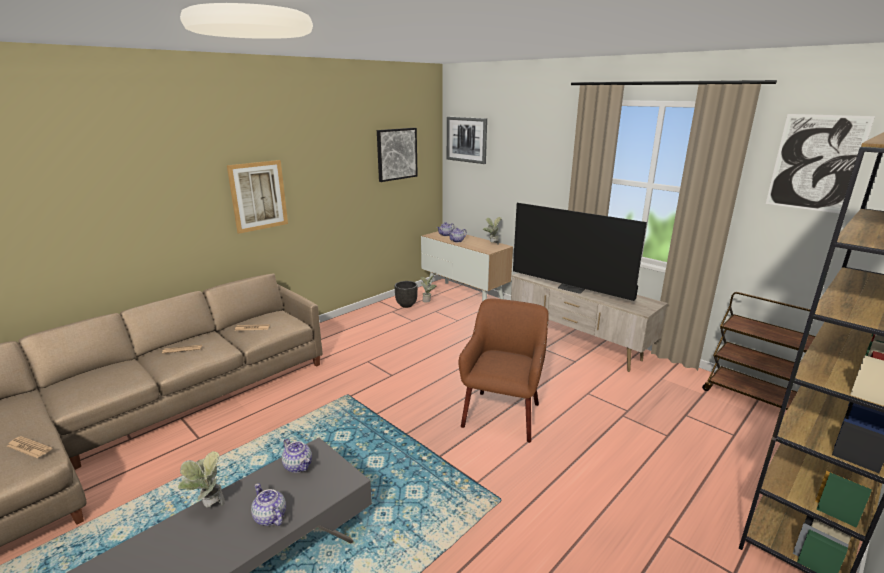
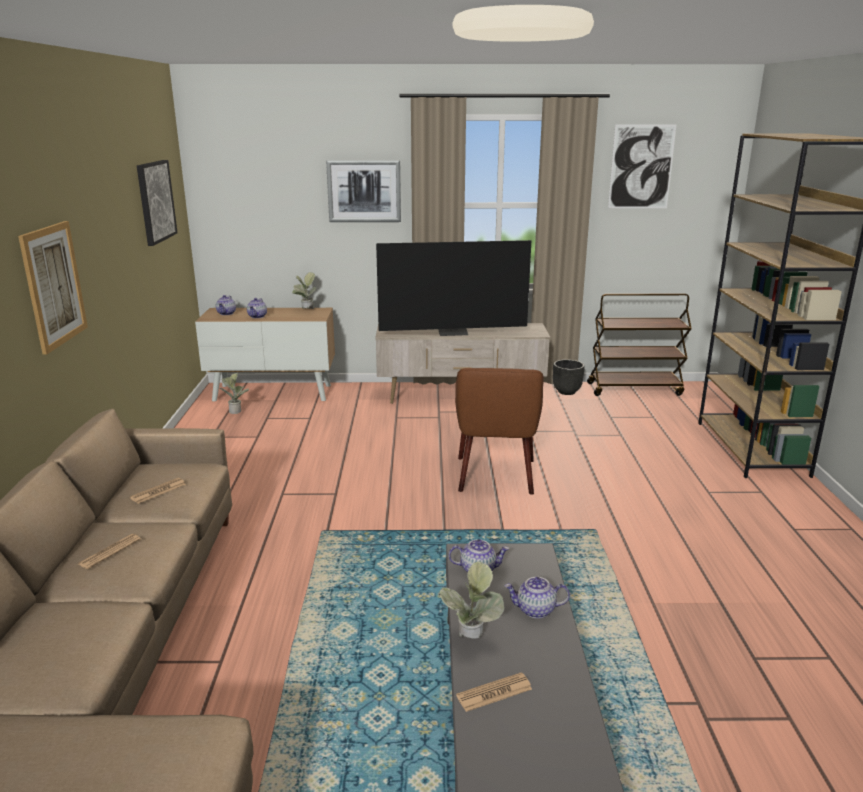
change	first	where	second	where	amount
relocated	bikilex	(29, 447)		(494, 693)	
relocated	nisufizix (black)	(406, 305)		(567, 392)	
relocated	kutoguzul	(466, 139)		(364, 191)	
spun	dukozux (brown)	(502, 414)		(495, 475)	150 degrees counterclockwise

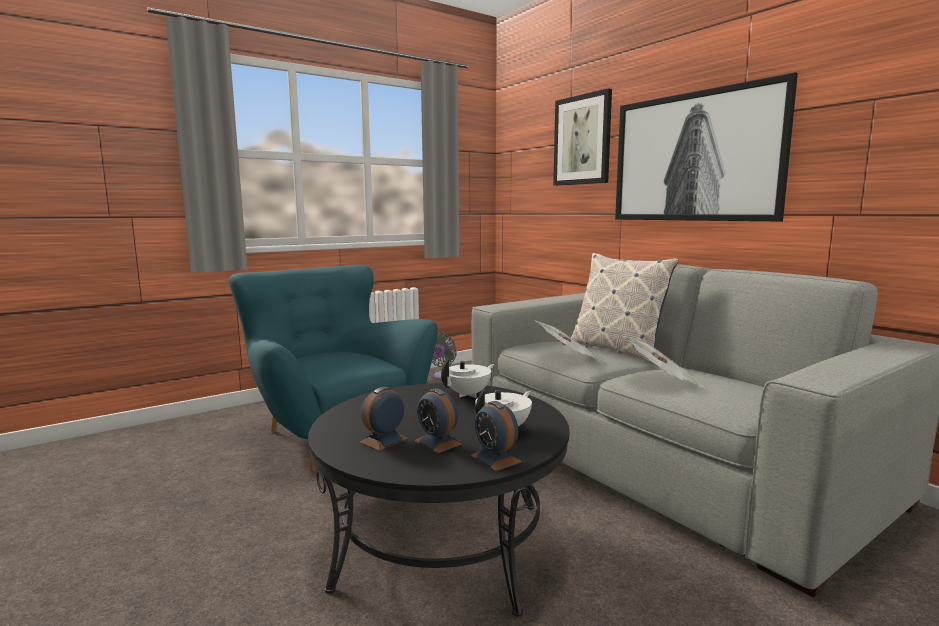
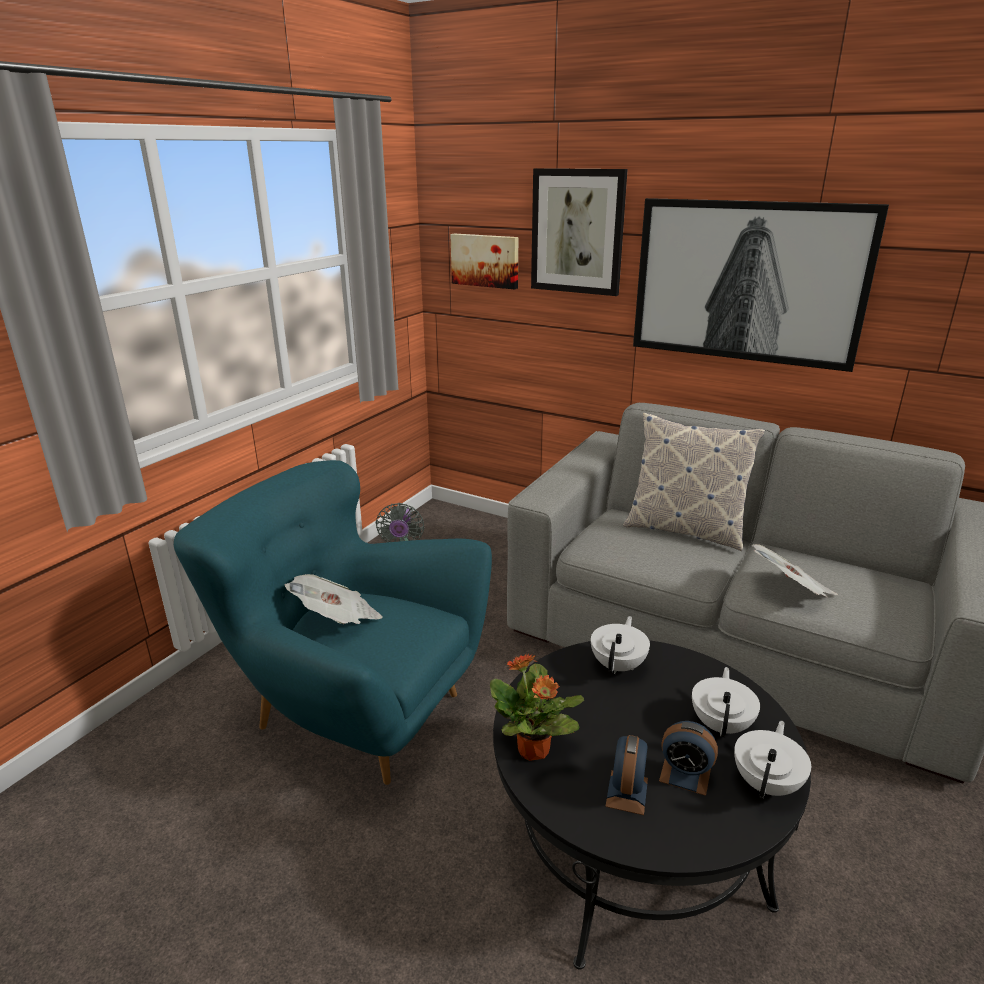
change	first	where	second	where	amount
exchanged	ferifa	(496, 458)	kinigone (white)	(767, 783)	
relocated	bikilex	(567, 358)		(337, 619)	
appeared			kutoguzul	(485, 260)	
appeared			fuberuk	(534, 750)	

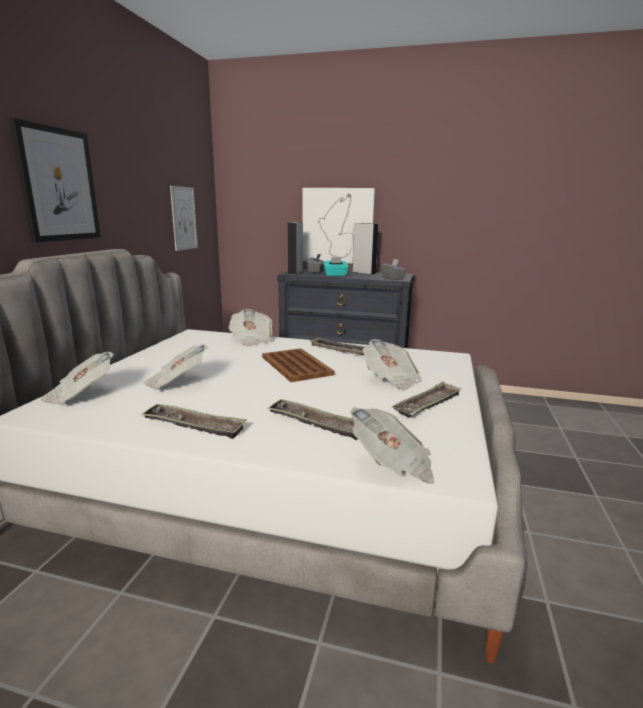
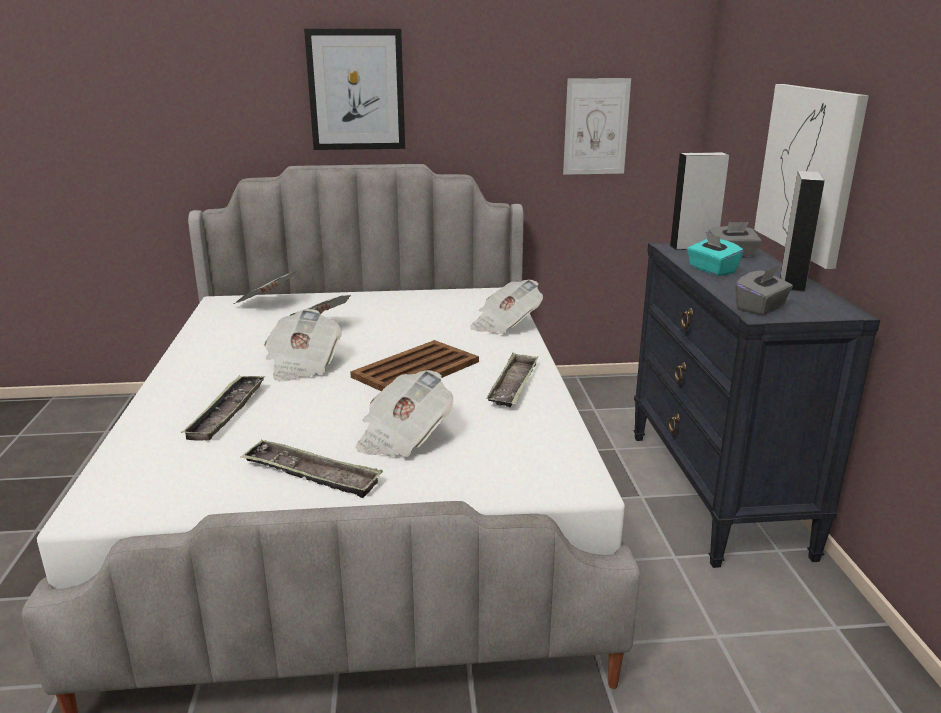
change	first	where	second	where	amount
missing	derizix	(193, 425)			
relocated	bikilex	(392, 465)		(302, 365)	

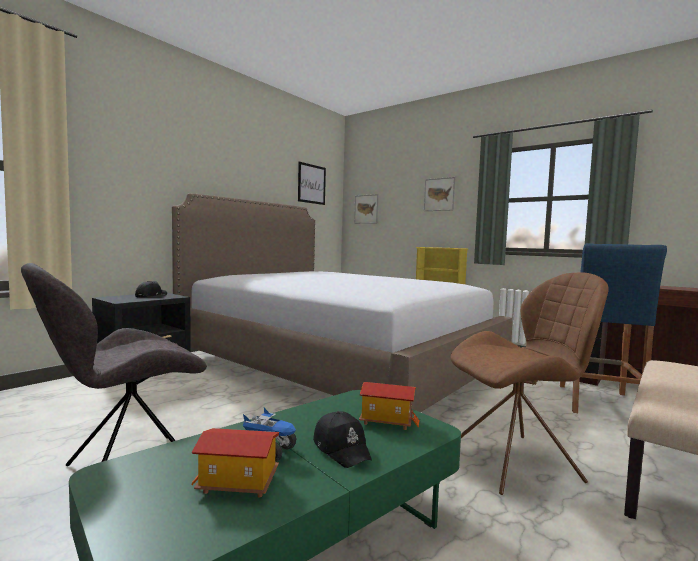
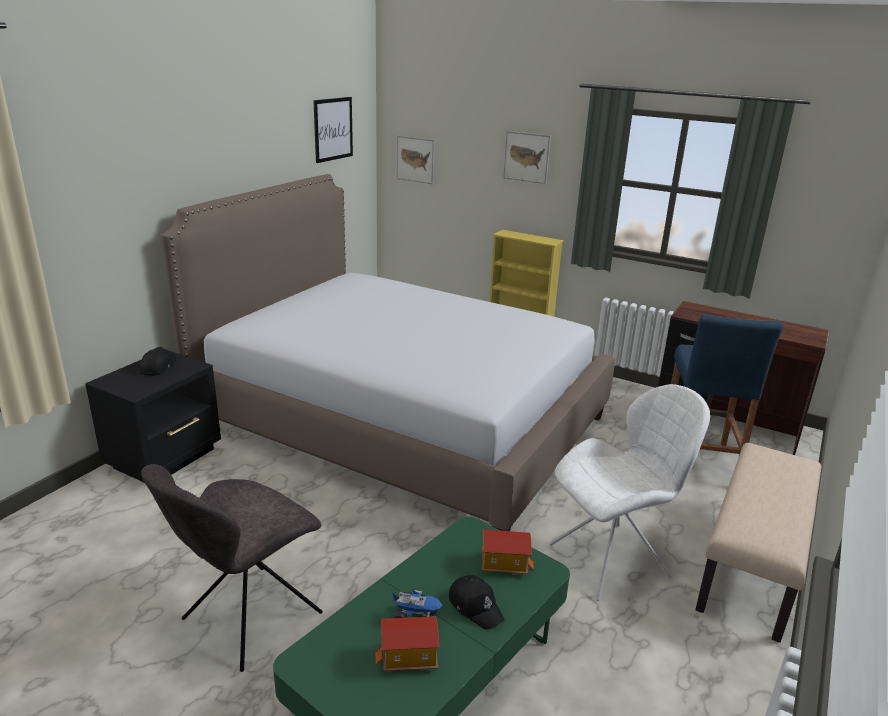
change	first	where	second	where	amount
colour	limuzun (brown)	(518, 462)	limuzun (white)	(612, 560)	

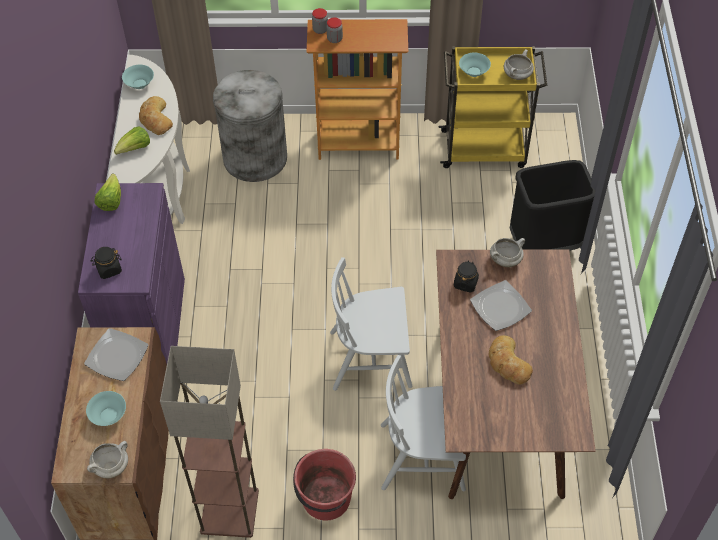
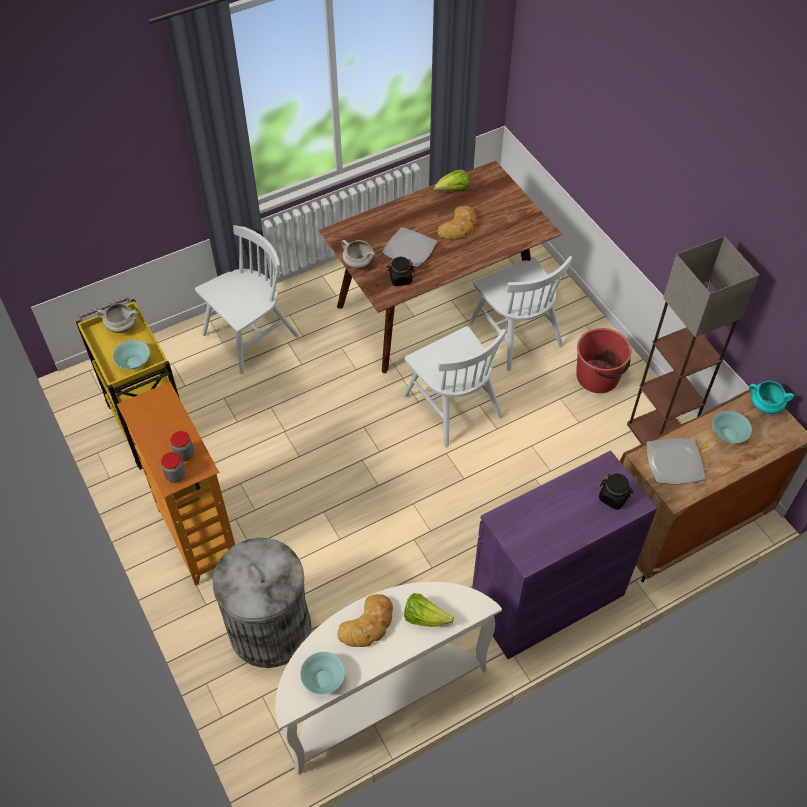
change	first	where	second	where	amount
colour	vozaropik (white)	(111, 466)	vozaropik (turquoise)	(764, 406)	
relocated	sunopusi	(111, 201)		(453, 190)	
exchanged	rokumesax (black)	(543, 244)	limuzun (white)	(250, 336)	

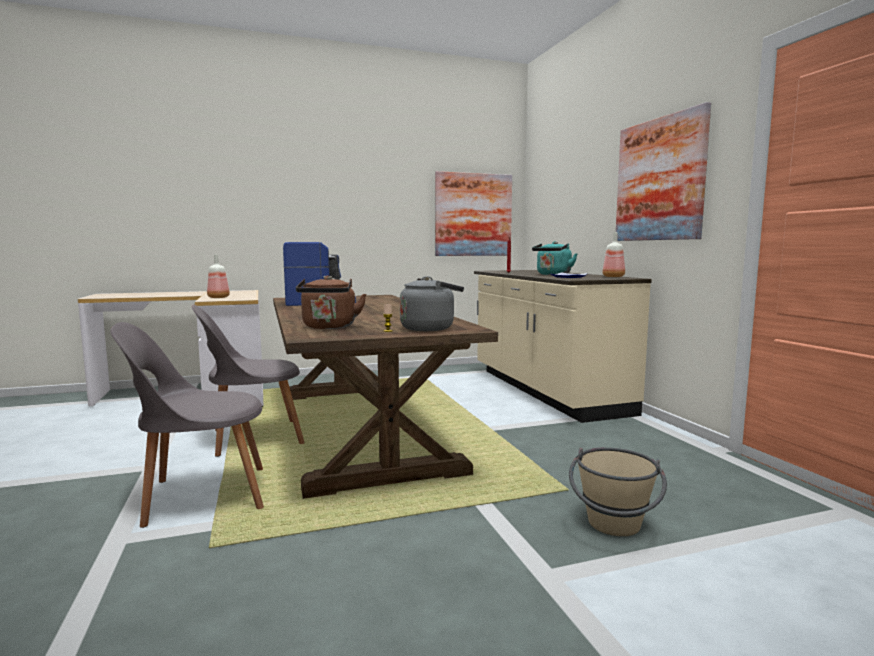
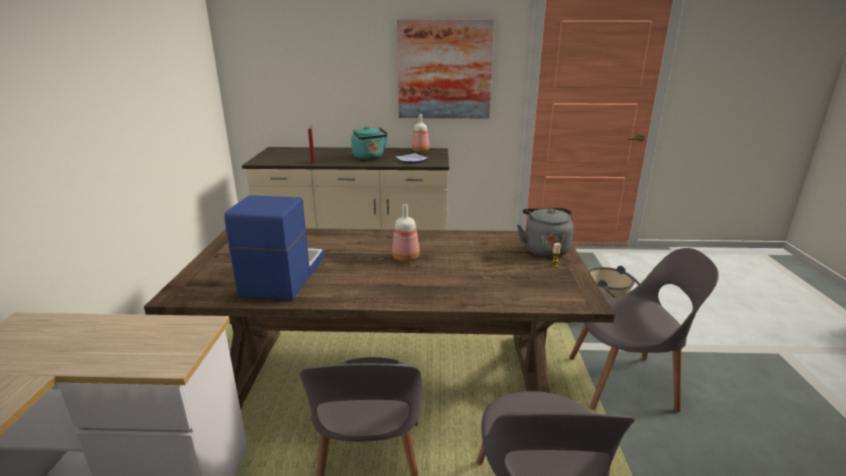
change	first	where	second	where	amount
relocated	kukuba	(219, 297)		(406, 257)	
missing	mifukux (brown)	(329, 327)			
missing	kutoguzul	(473, 215)			
appeared			limuzun (grey)	(626, 383)	

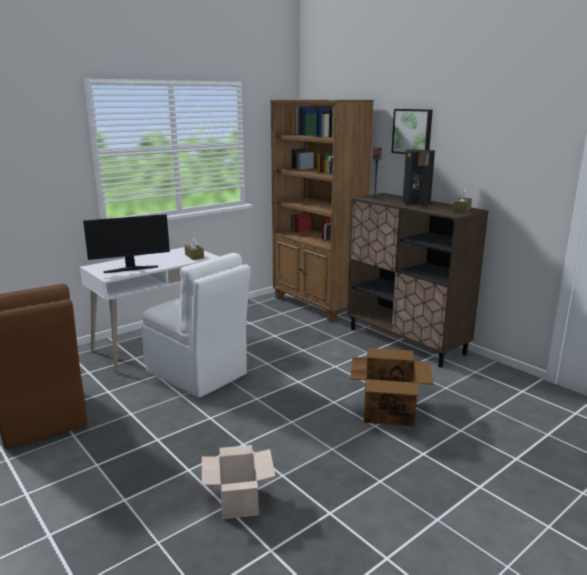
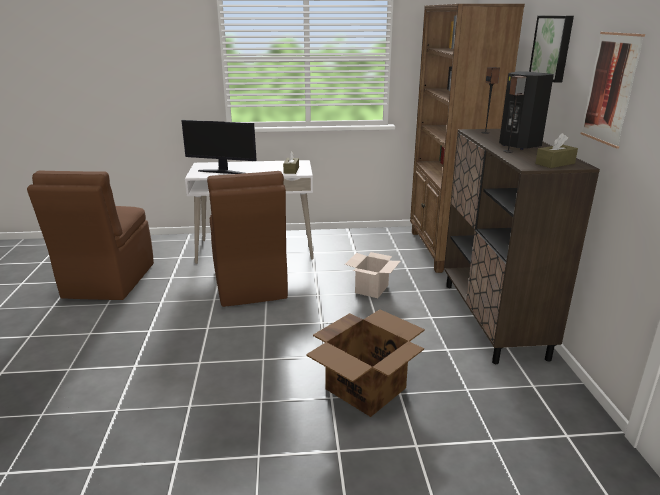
change	first	where	second	where	amount
colour	limuzun (white)	(198, 374)	limuzun (brown)	(249, 285)	
relocated	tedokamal	(238, 501)		(371, 288)	
appeared			kutoguzul	(610, 89)	

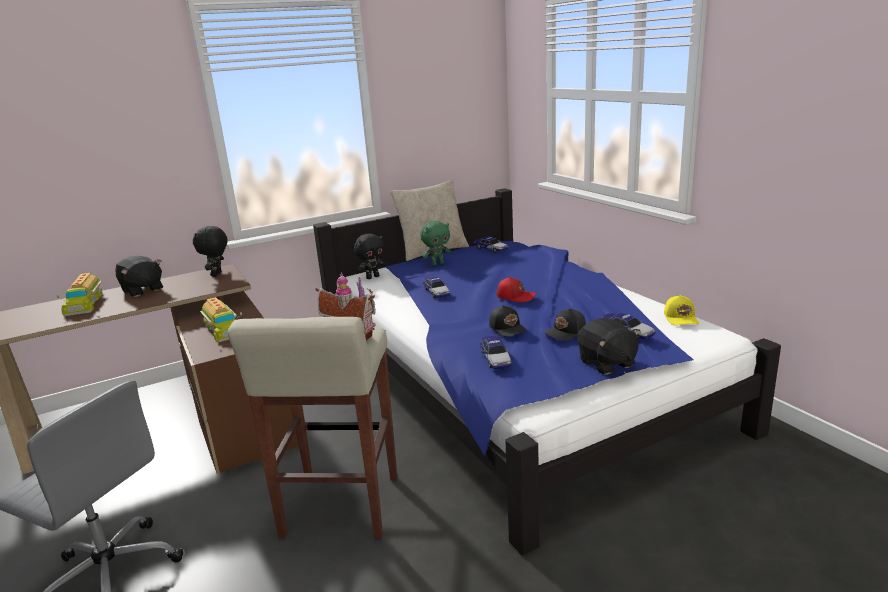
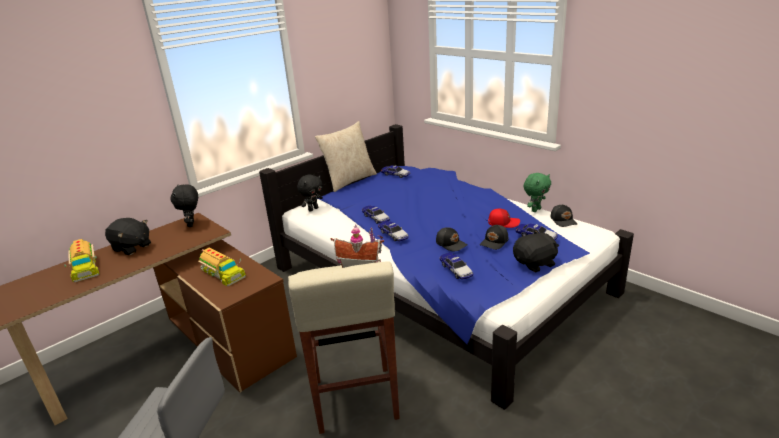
change	first	where	second	where	amount
relocated	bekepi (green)	(437, 264)		(535, 210)	
relocated	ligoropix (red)	(516, 296)		(503, 223)	
spun	bekepi (black)	(606, 363)		(535, 263)	75 degrees counterclockwise
colour	ligoropix (yellow)	(681, 318)	ligoropix (black)	(563, 220)	
appeared			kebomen	(393, 234)	

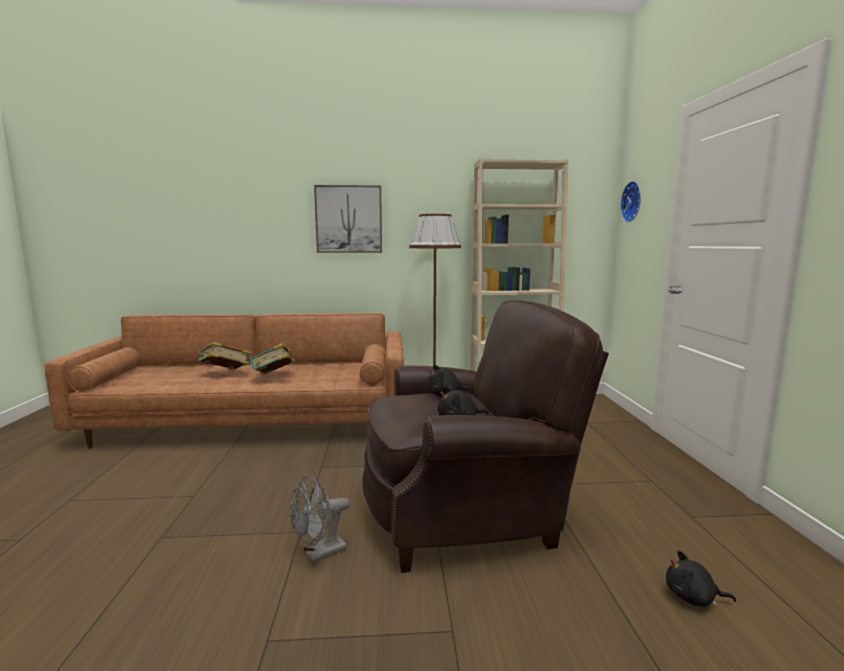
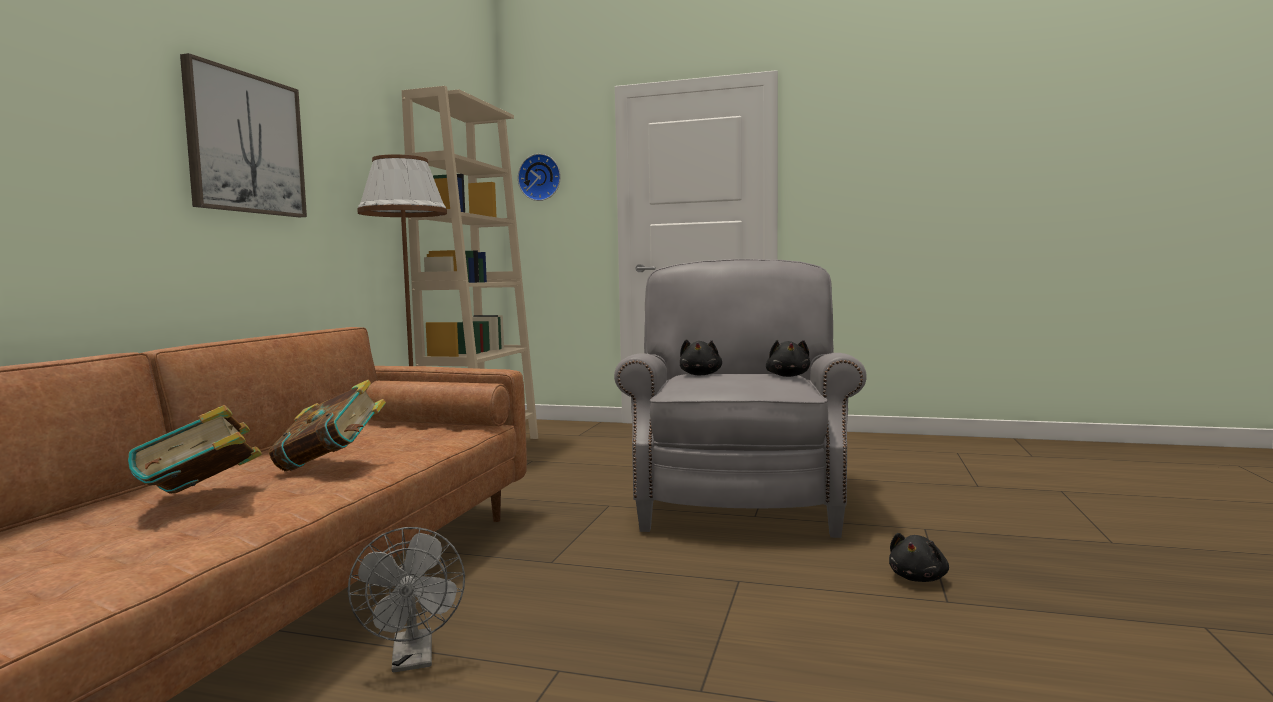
change	first	where	second	where	amount
relocated	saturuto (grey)	(319, 554)		(413, 660)	
colour	dukozux (brown)	(468, 511)	dukozux (grey)	(738, 501)	
relocated	bekepi (black)	(693, 598)		(918, 578)	

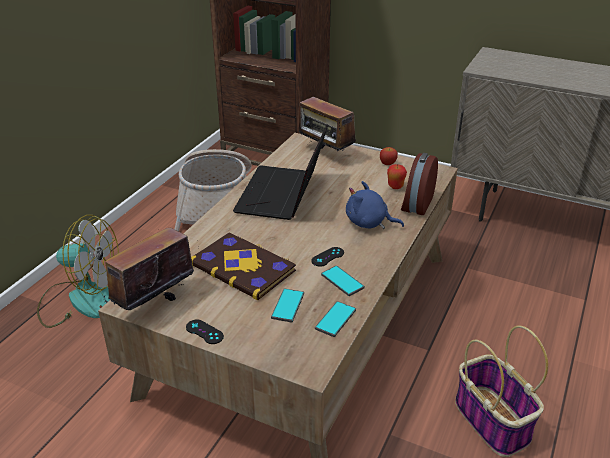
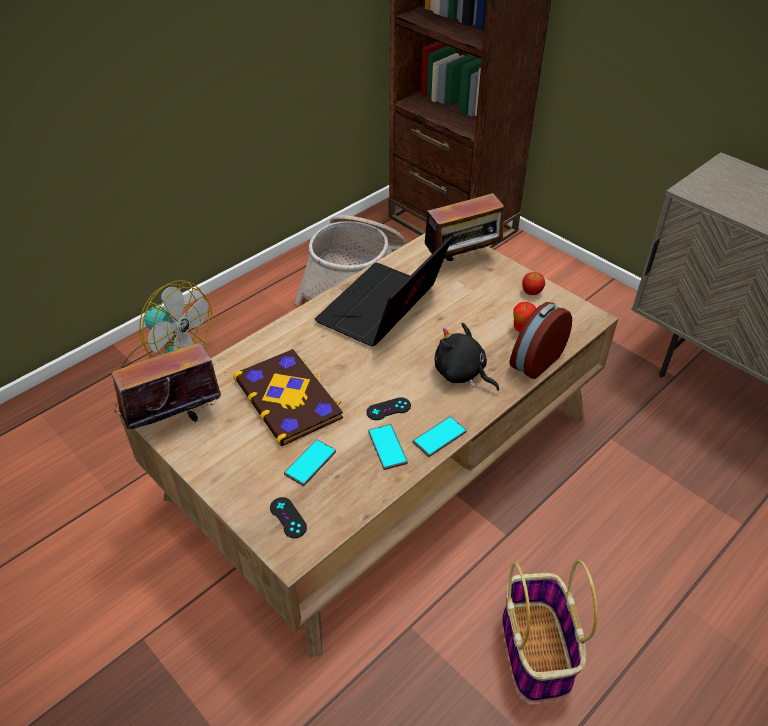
change	first	where	second	where	amount
relocated	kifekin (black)	(204, 332)		(288, 517)	
spun	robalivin	(325, 153)		(463, 261)	90 degrees counterclockwise
relocated	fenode	(335, 319)		(439, 437)	
colour	bekepi (blue)	(369, 223)	bekepi (black)	(462, 374)	

